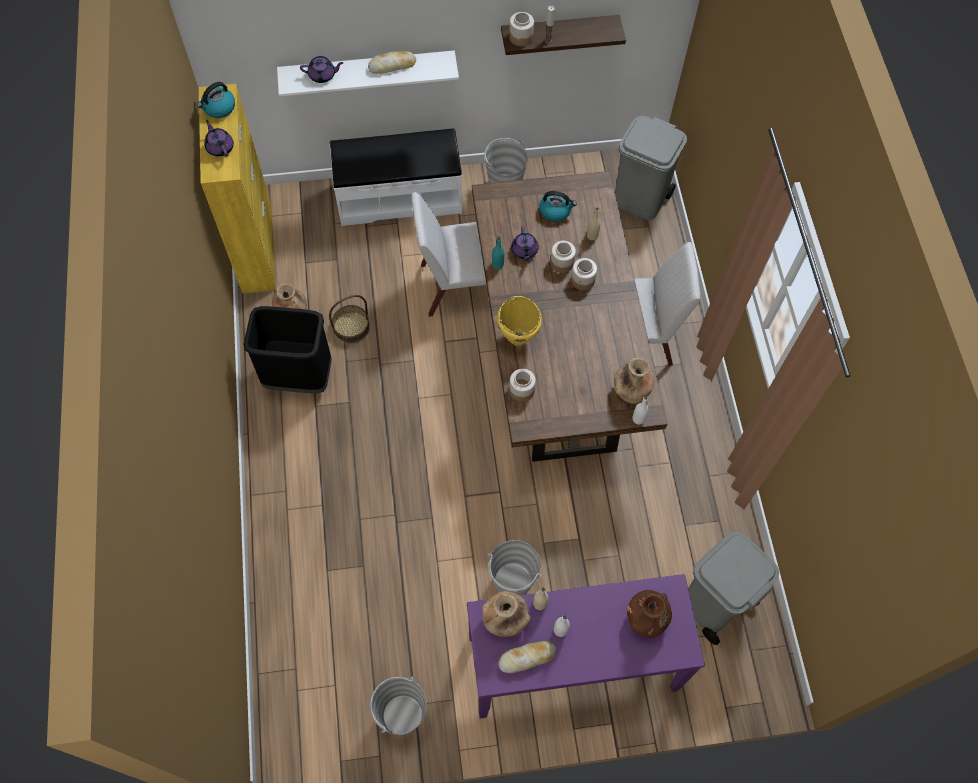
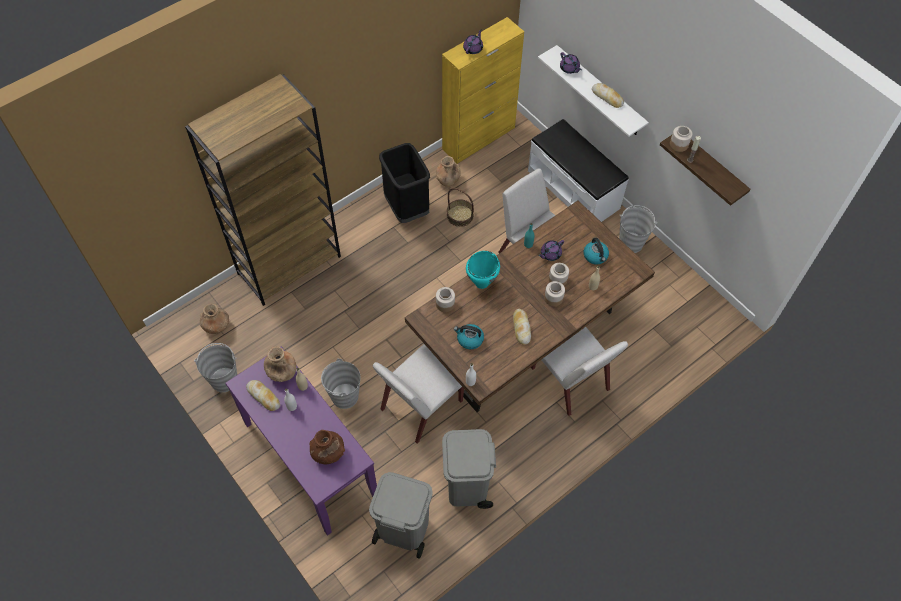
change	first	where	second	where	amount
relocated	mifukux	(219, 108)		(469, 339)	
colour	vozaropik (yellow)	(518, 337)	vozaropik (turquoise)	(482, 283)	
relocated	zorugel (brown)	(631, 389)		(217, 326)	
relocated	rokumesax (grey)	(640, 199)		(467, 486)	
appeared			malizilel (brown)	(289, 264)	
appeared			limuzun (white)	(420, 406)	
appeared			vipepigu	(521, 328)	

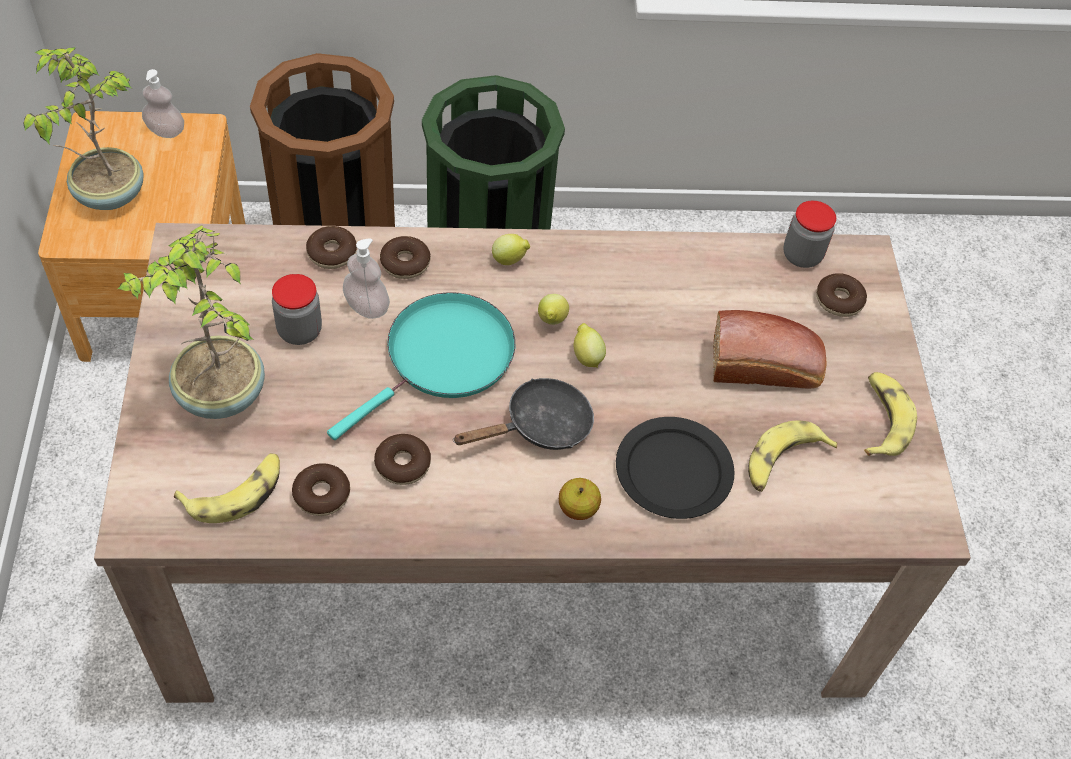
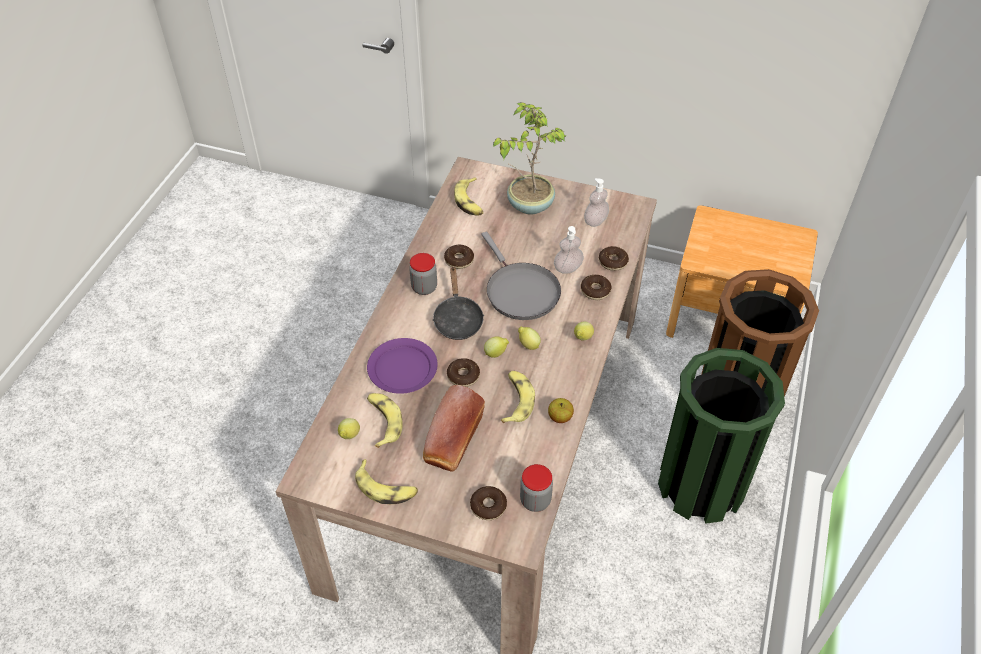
change	first	where	second	where	amount
missing	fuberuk	(108, 194)			
relocated	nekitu	(165, 131)		(595, 221)	
relocated	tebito	(300, 331)		(424, 287)	
relocated	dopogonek	(322, 494)		(463, 376)	
colour	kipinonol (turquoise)	(444, 358)	kipinonol (grey)	(520, 291)	
relocated	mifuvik	(578, 508)		(560, 417)	
colour	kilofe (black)	(673, 471)	kilofe (purple)	(402, 367)	
appeared			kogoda	(349, 436)	
appeared			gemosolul	(516, 400)	

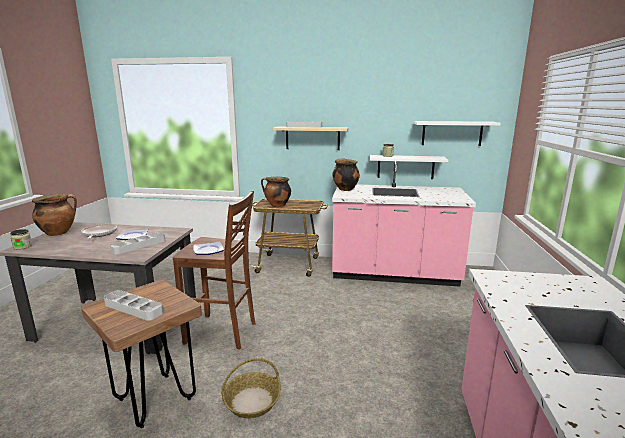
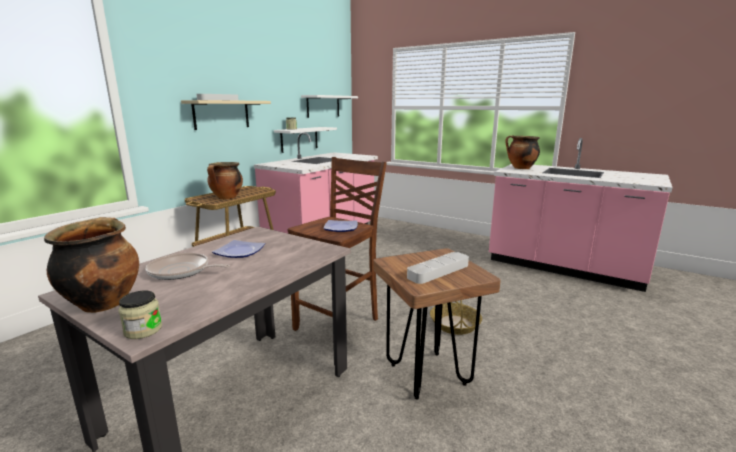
change	first	where	second	where	amount
missing	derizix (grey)	(139, 245)			
relocated	vozaropik	(345, 189)		(520, 168)	

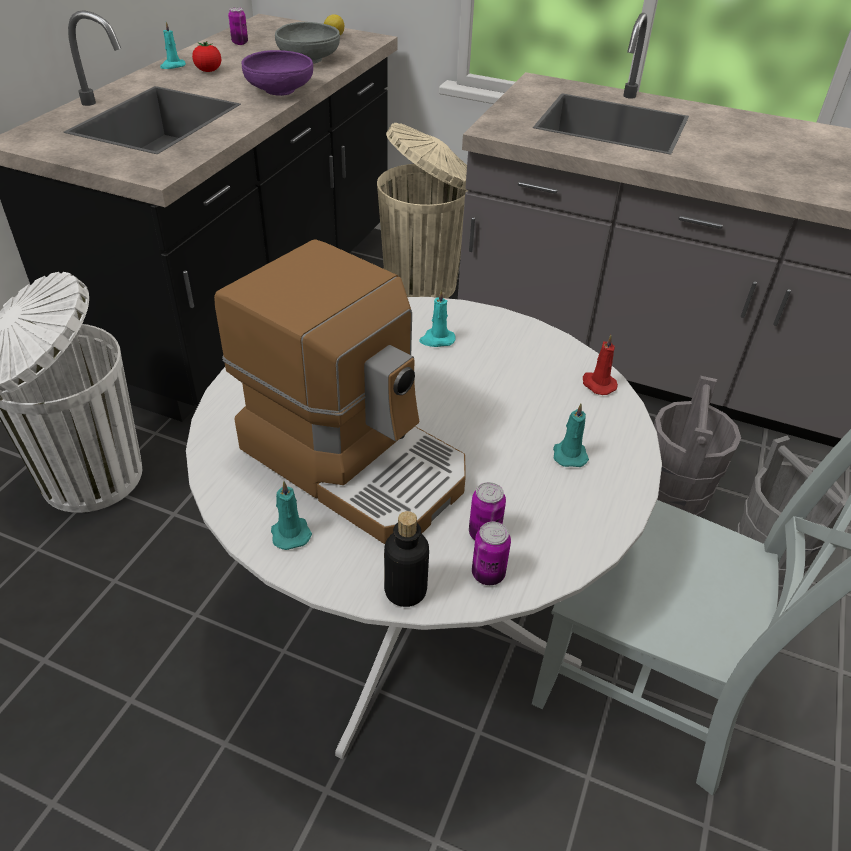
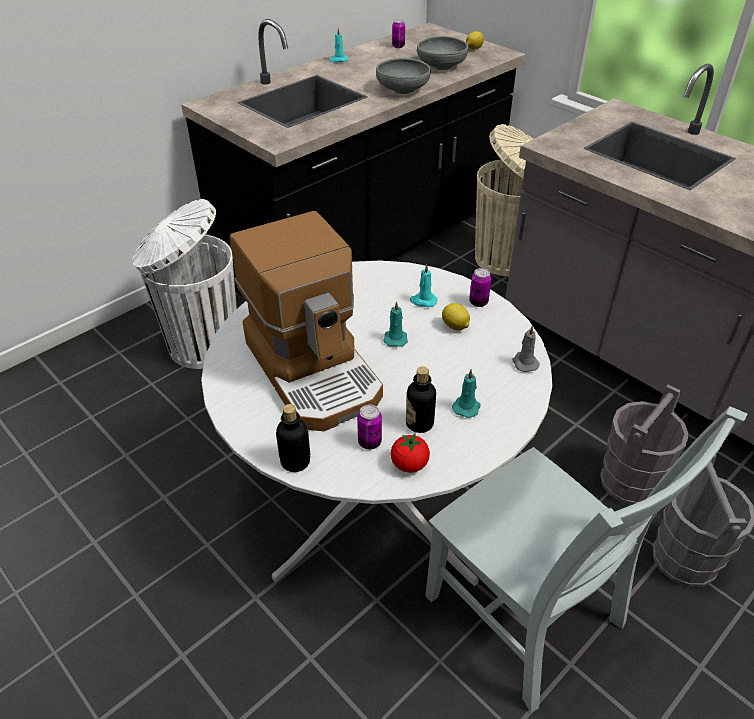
change	first	where	second	where	amount
relocated	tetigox	(208, 71)		(409, 464)	
colour	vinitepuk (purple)	(279, 90)	vinitepuk (grey)	(402, 89)	
relocated	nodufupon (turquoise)	(290, 532)		(395, 338)	
relocated	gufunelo	(488, 574)		(478, 302)	
colour	nodufupon (red)	(597, 384)	nodufupon (grey)	(524, 362)	
appeared			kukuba	(419, 423)	
appeared			kogoda	(455, 327)	

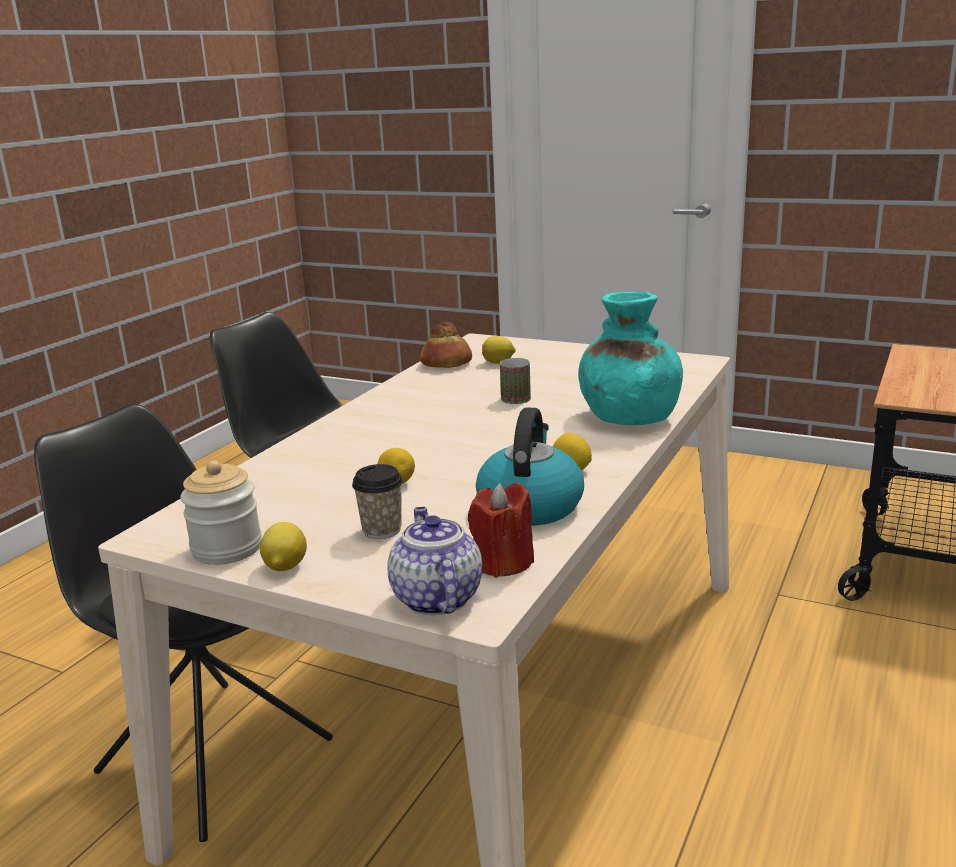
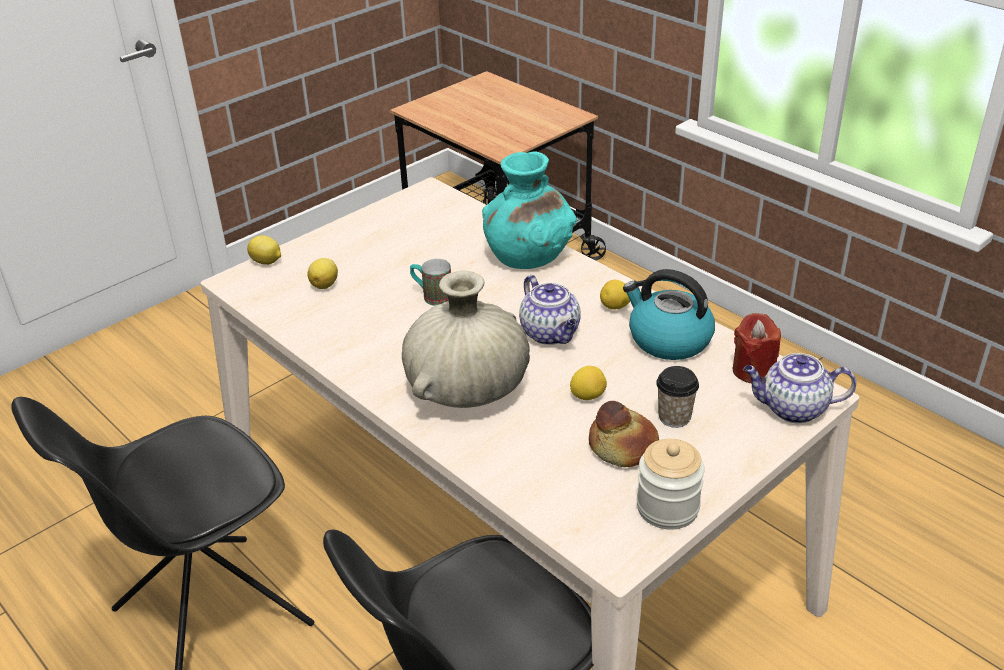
change	first	where	second	where	amount
relocated	kogoda	(285, 567)		(267, 262)	
relocated	vipepigu	(446, 363)		(622, 448)	
appeared			zorugel (beige)	(467, 388)	
appeared			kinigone	(551, 334)	

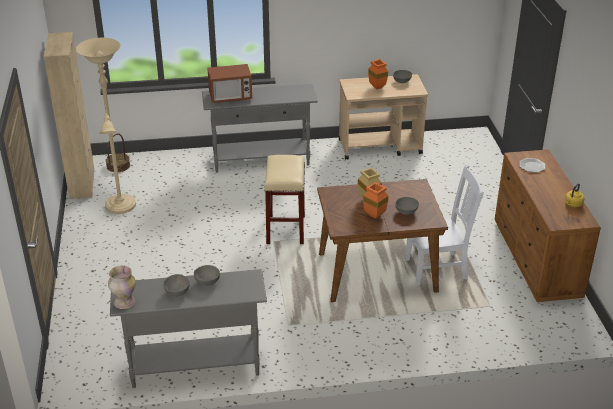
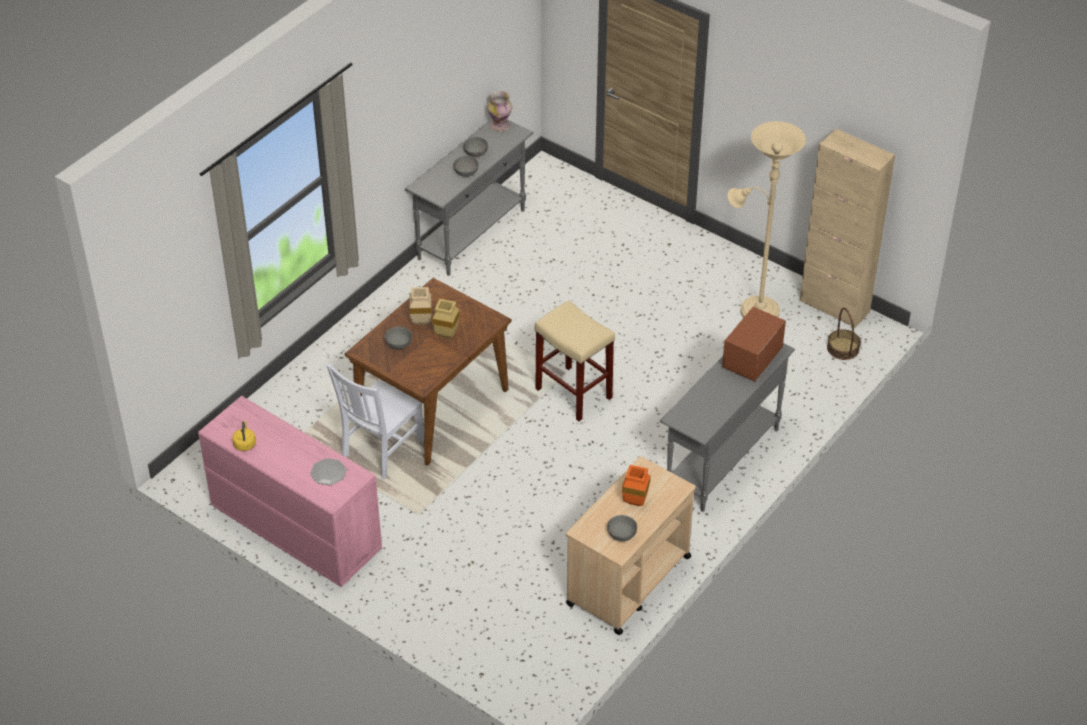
change	first	where	second	where	amount
colour	zorugel (orange)	(376, 216)	zorugel (beige)	(420, 322)	
colour	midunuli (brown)	(536, 259)	midunuli (pink)	(295, 528)	

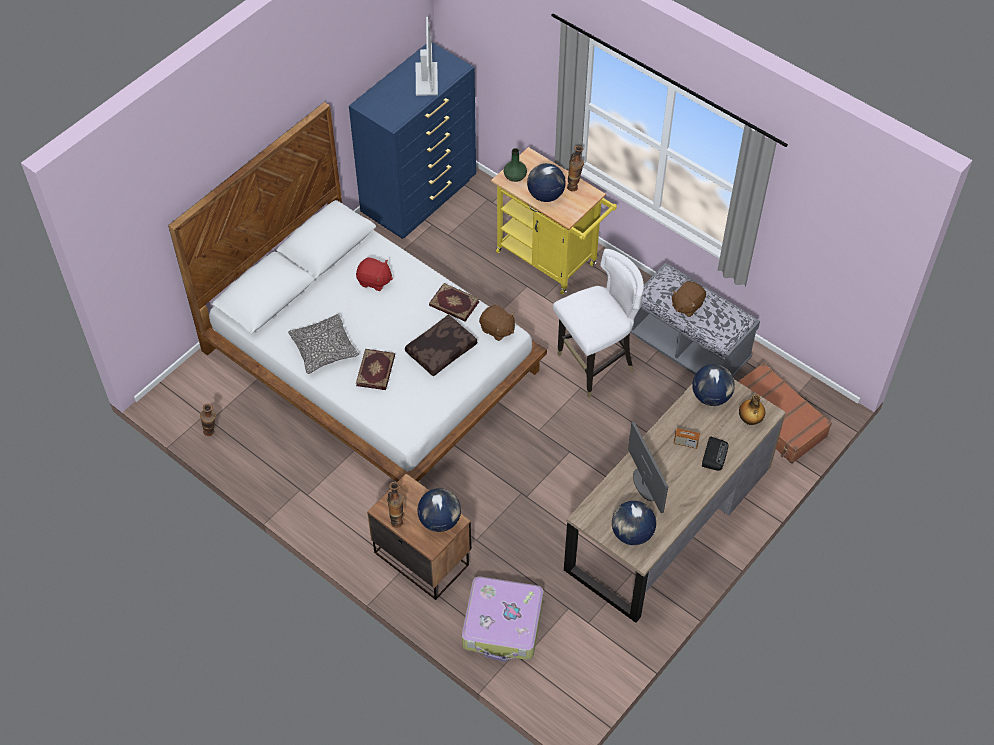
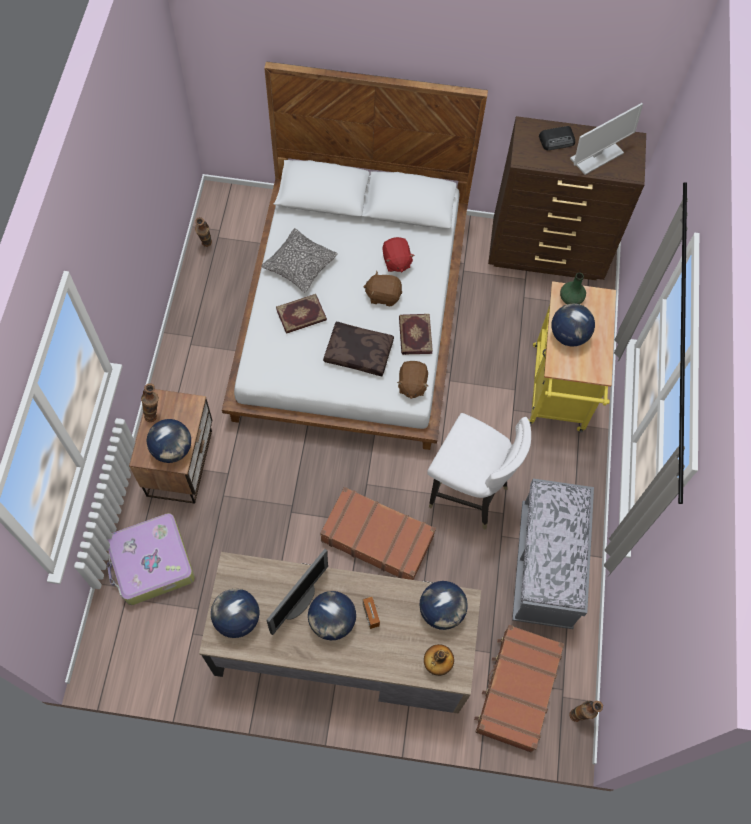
change	first	where	second	where	amount
colour	midunuli (blue)	(420, 198)	midunuli (brown)	(547, 254)	
relocated	zorugel	(574, 186)		(579, 715)	
relocated	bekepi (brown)	(686, 305)		(383, 295)	
relocated	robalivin	(714, 454)		(557, 140)	
appeared			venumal	(332, 621)	
appeared			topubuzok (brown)	(377, 538)	

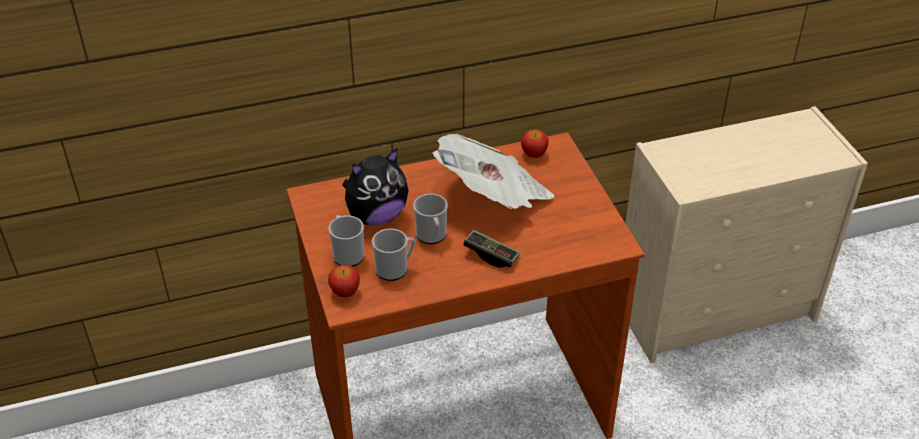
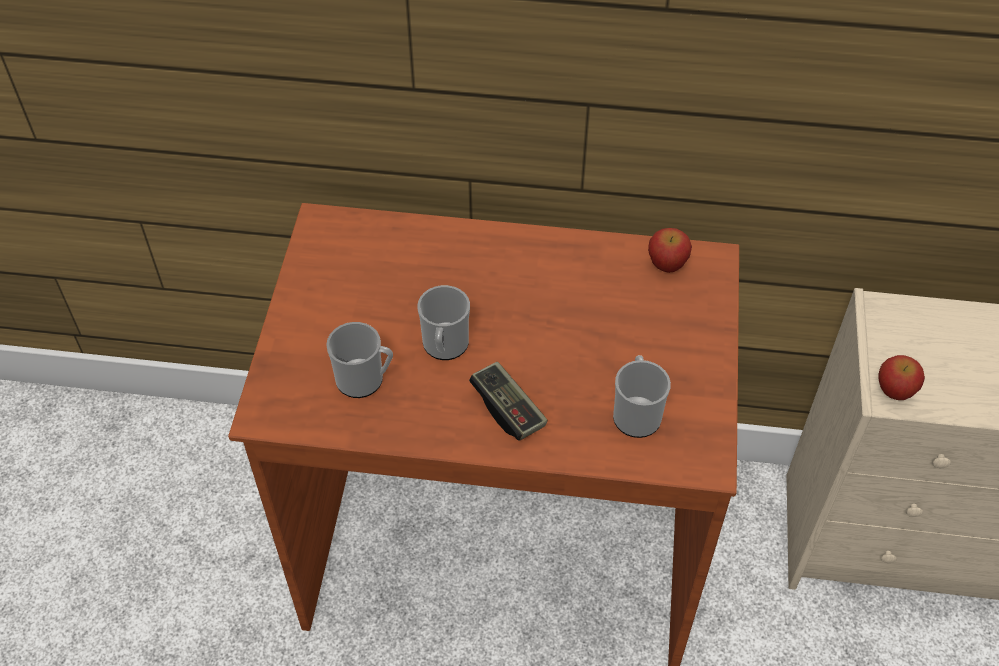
change	first	where	second	where	amount
relocated	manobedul	(347, 254)		(636, 413)	
relocated	mifuvik	(345, 292)		(895, 390)	
missing	bekepi	(376, 216)			
missing	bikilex	(494, 196)			

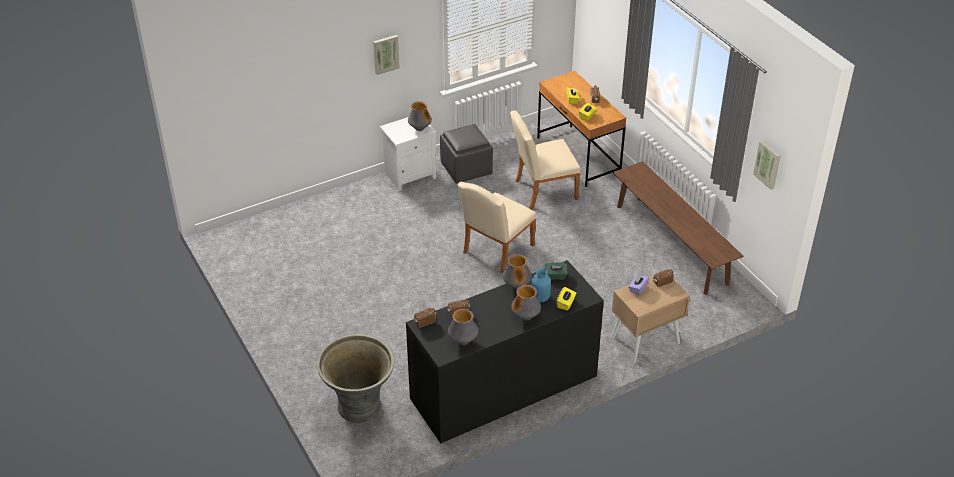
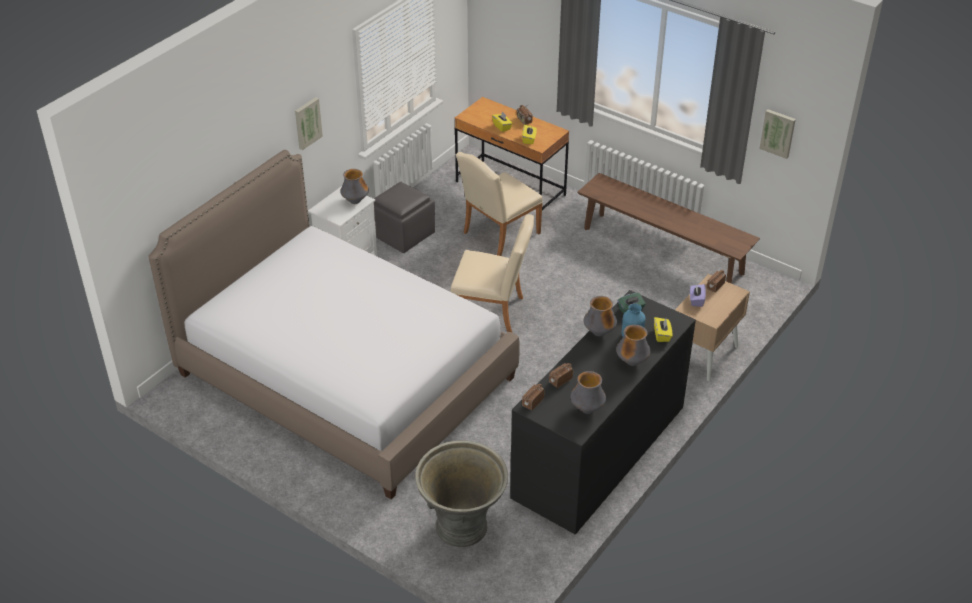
change	first	where	second	where	amount
spun	limuzun (beige)	(495, 251)		(493, 312)	90 degrees counterclockwise
appeared			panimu	(345, 376)	

